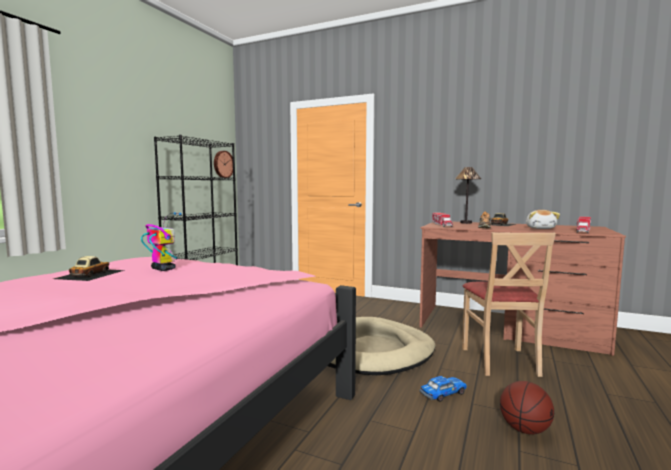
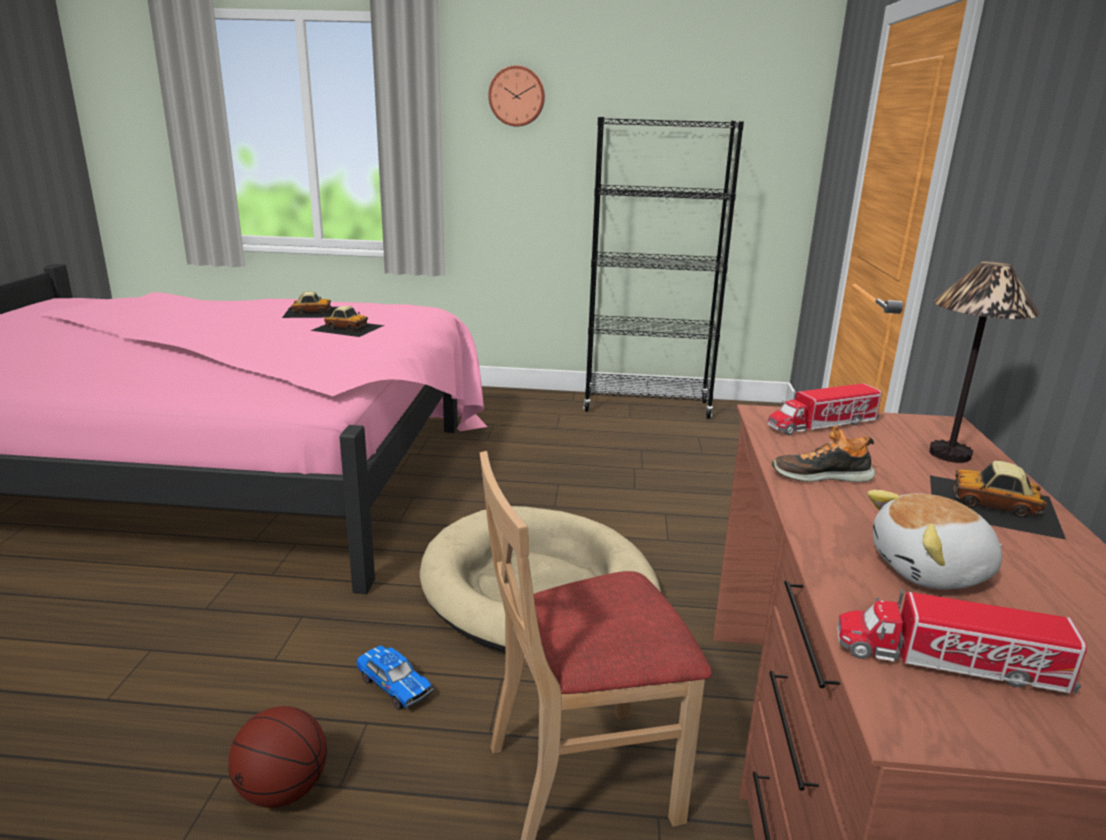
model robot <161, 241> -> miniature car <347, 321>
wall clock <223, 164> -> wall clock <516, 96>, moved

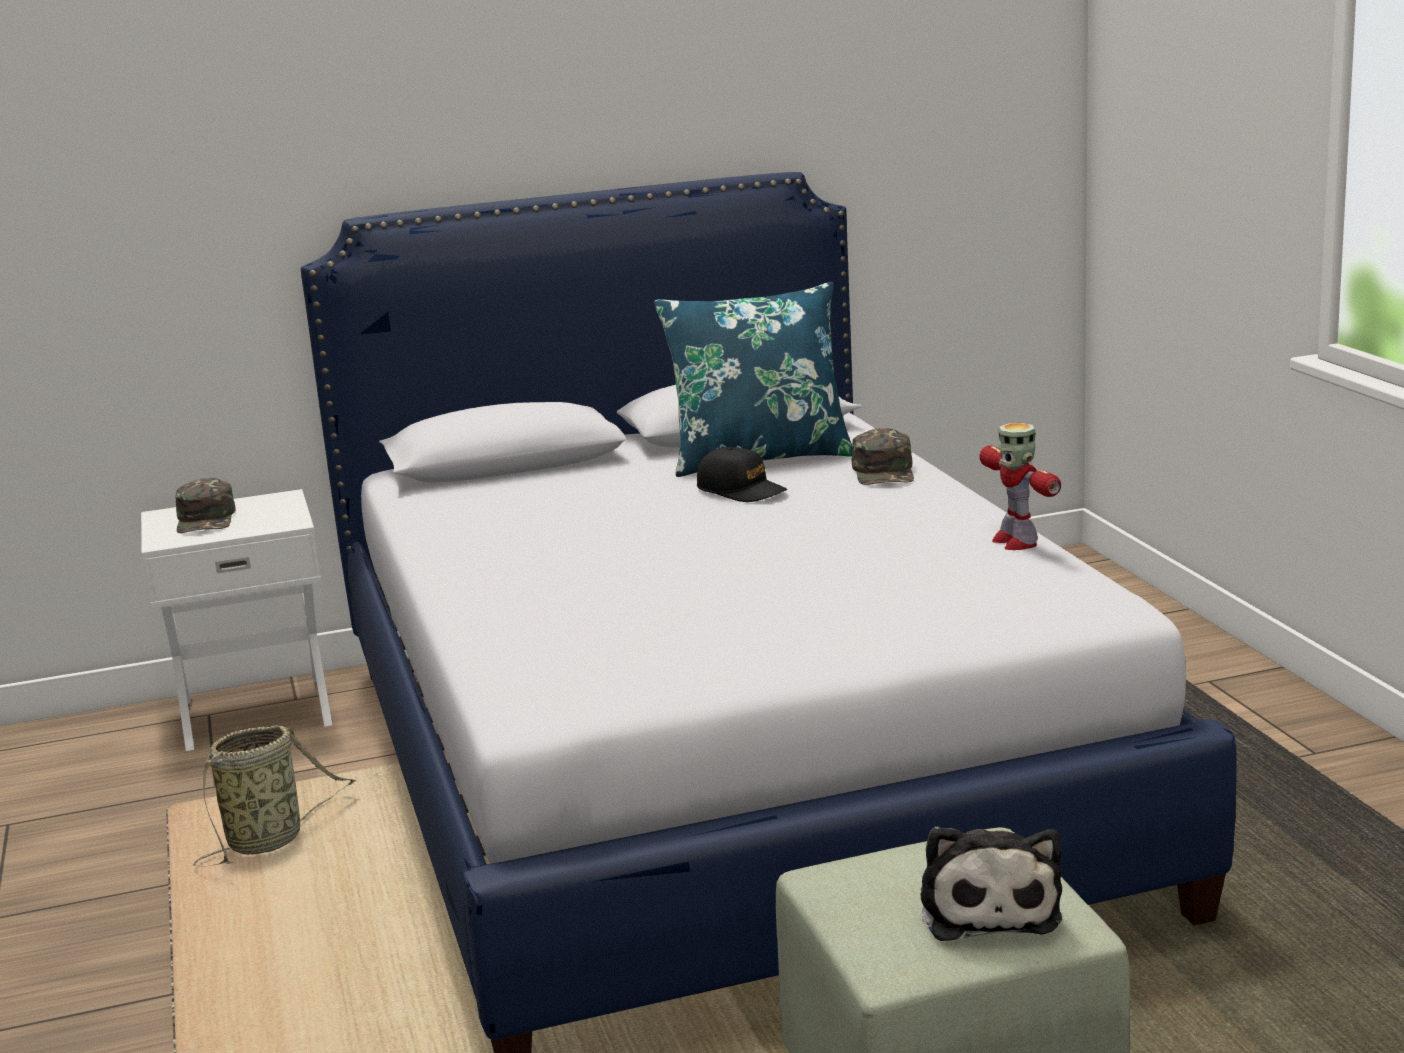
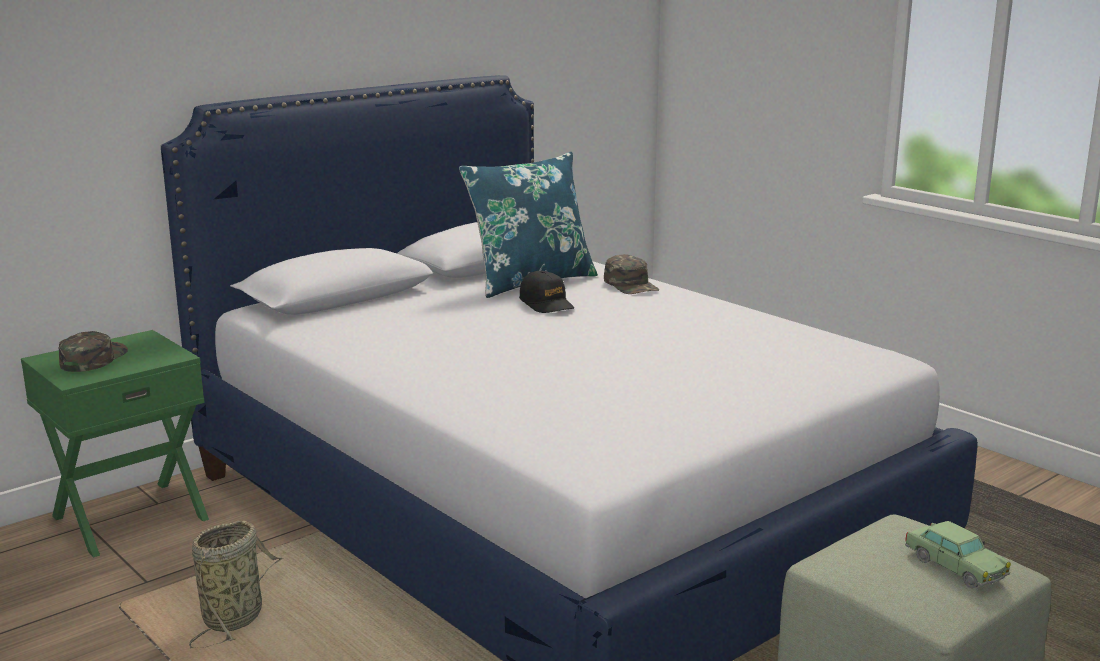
bedside table (white-coloured) <236, 620> -> bedside table (green-coloured) <115, 444>
baseball cap (green-coloured) <205, 505> -> baseball cap (green-coloured) <93, 351>, 135 degrees counterclockwise
baseball cap (black) <742, 474> -> baseball cap (black) <546, 292>, 45 degrees clockwise
soft toy <991, 883> -> miniature car <958, 554>
model robot <1020, 486> -> none

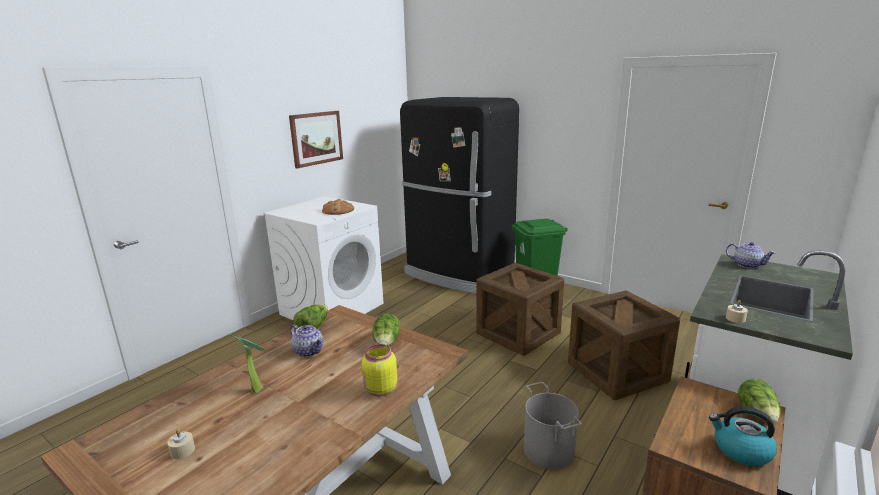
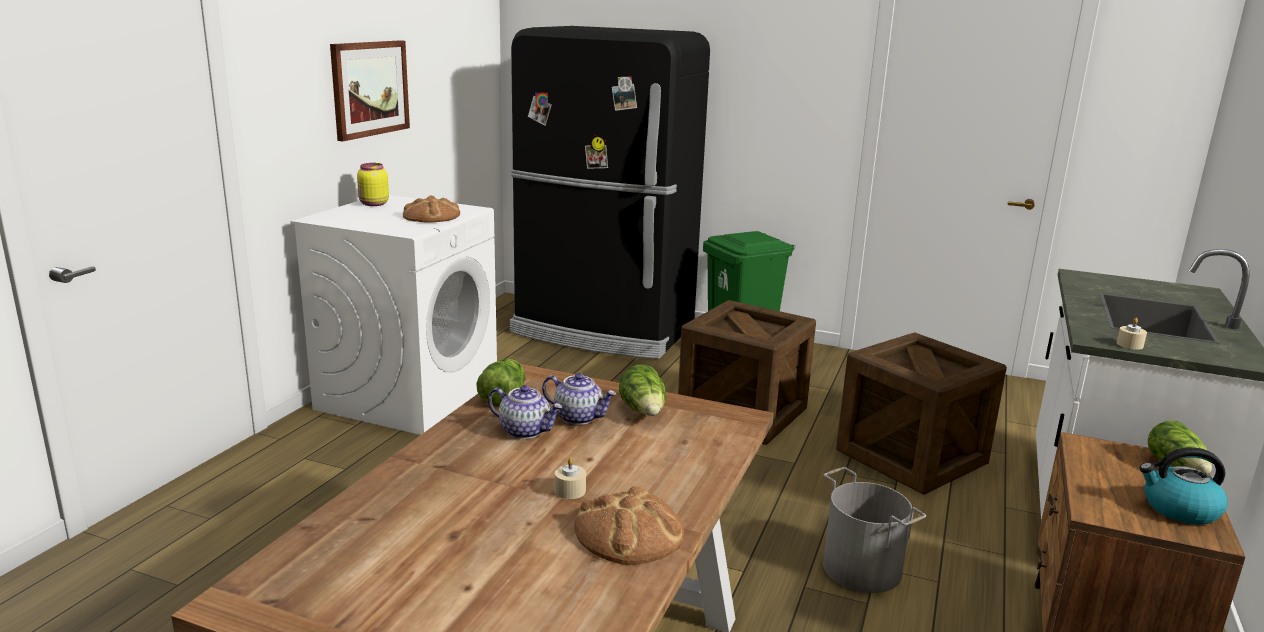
storage jar (yellowish) <379, 370> -> storage jar (yellowish) <373, 184>, moved
pot for tea <751, 255> -> pot for tea <579, 399>, moved
candle (sand-coloured) <181, 444> -> candle (sand-coloured) <570, 478>, moved
none -> bakery bread <629, 525>
plant in a pot <248, 363> -> none

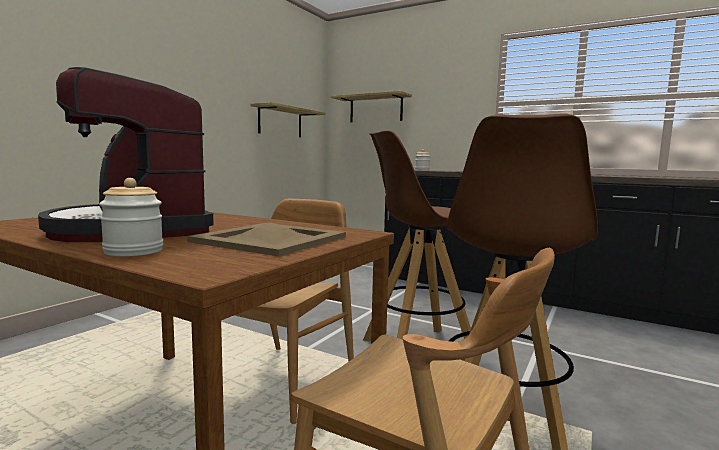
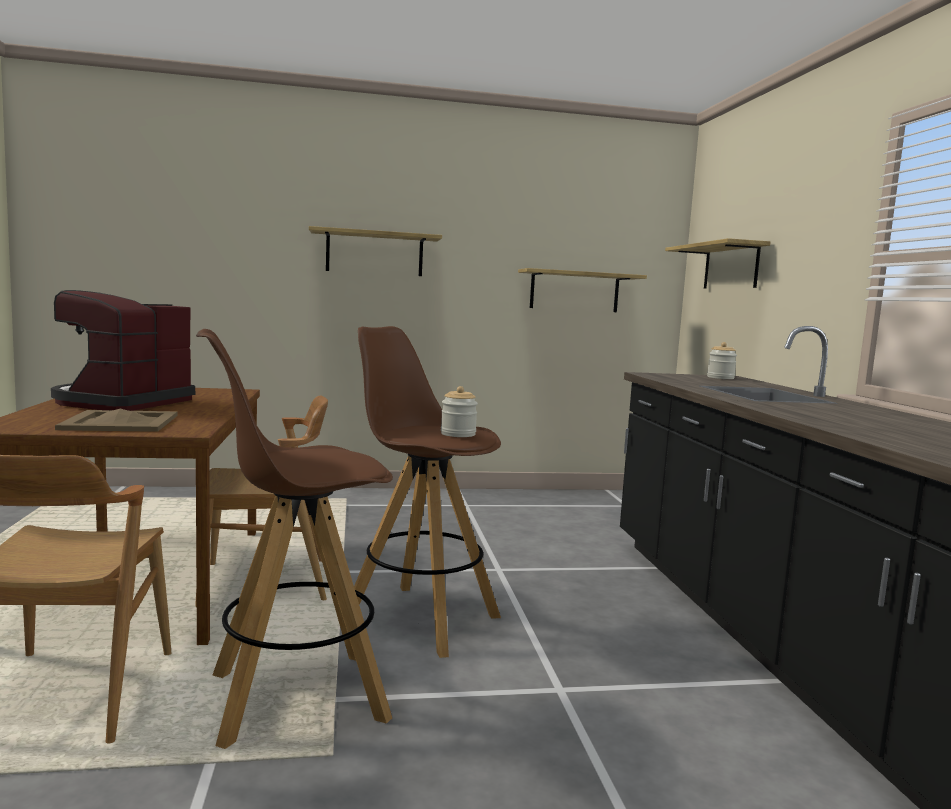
none -> shelf <375, 251>
storage jar <131, 217> -> storage jar <459, 411>, moved

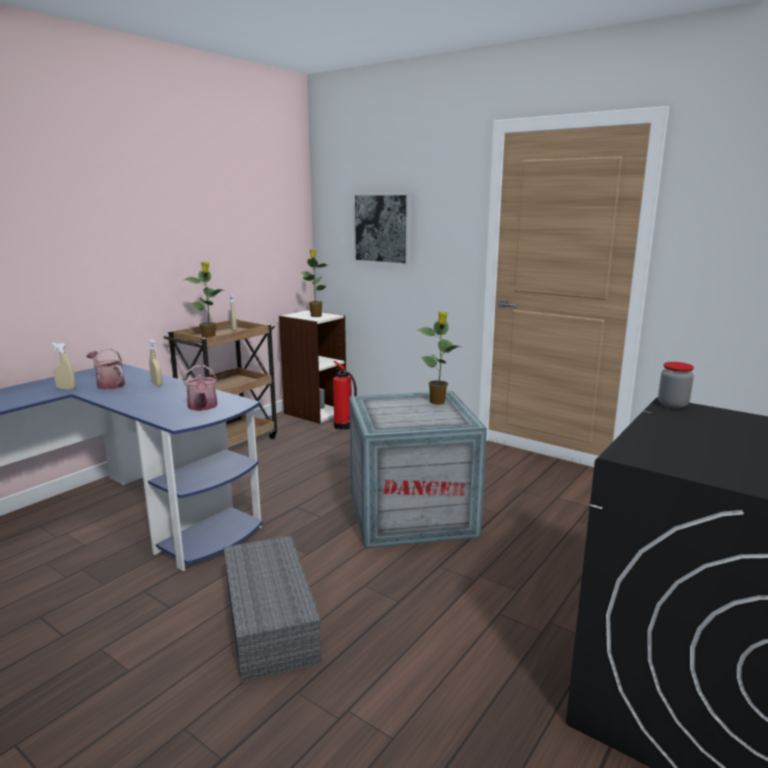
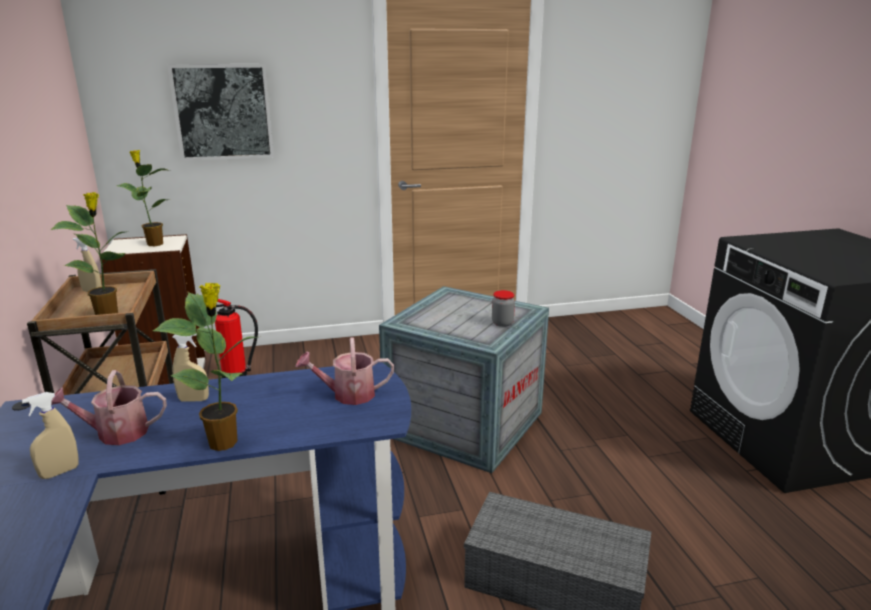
plant in a pot <438, 358> -> plant in a pot <205, 367>, moved
sprinkling can <201, 388> -> sprinkling can <345, 371>, 150 degrees clockwise
storage jar <676, 385> -> storage jar <503, 308>, moved

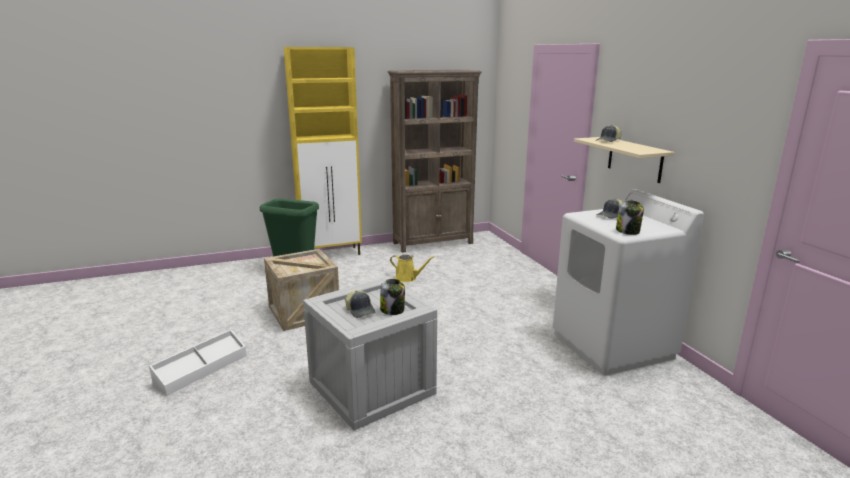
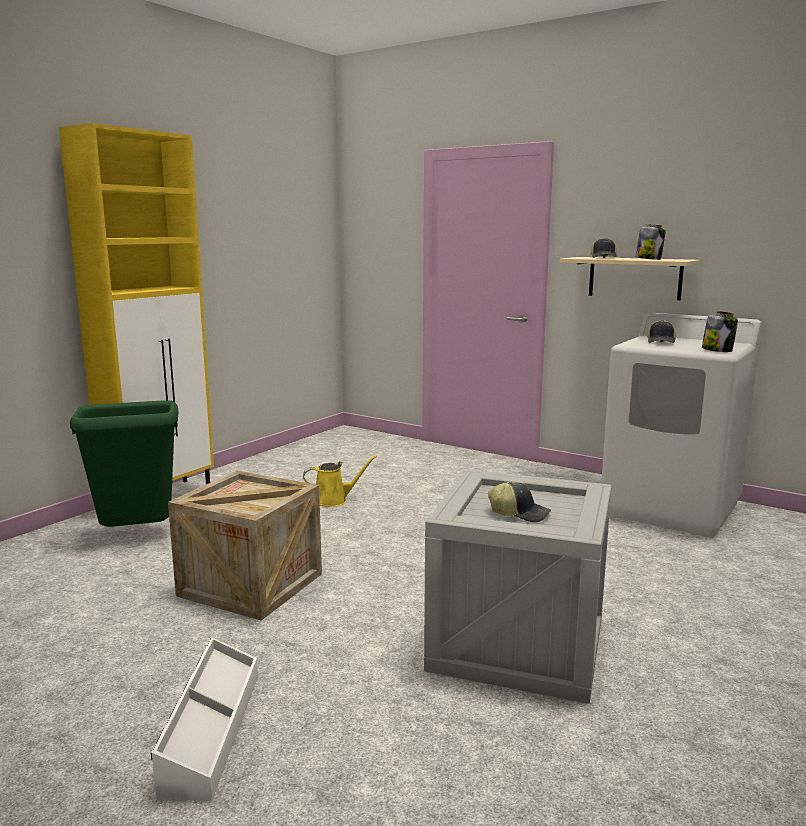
storage jar <392, 297> -> storage jar <650, 242>, moved
shelving unit (brown-coloured) <435, 161> -> none

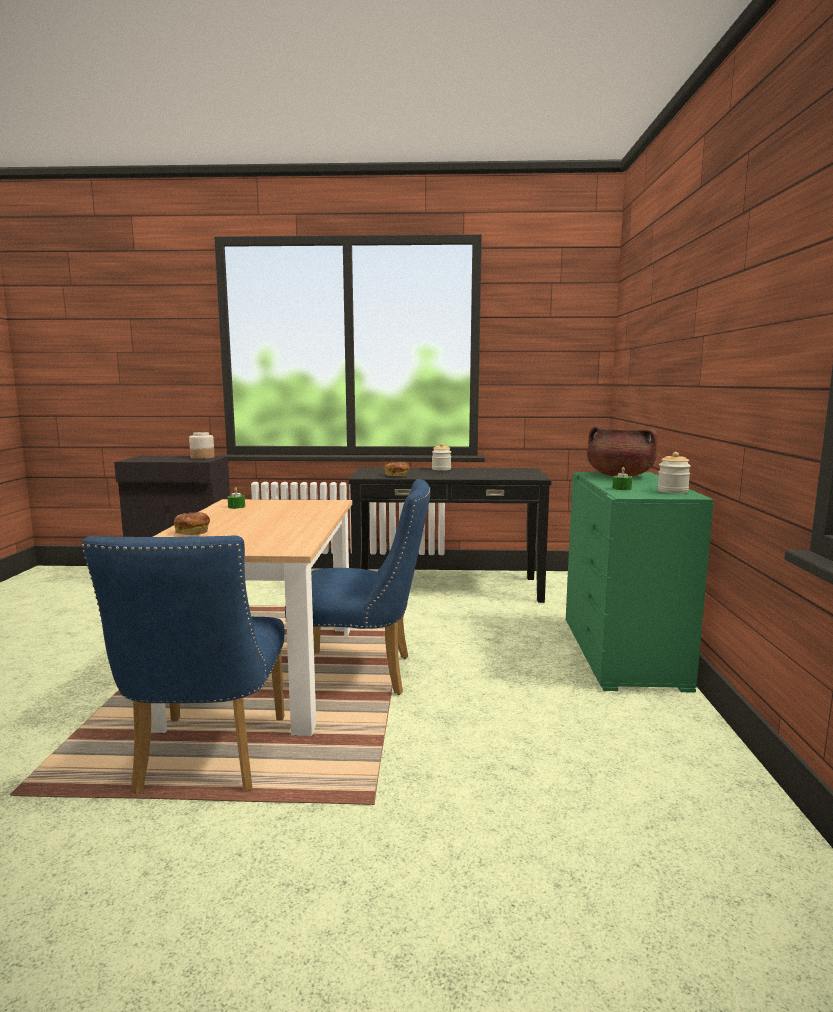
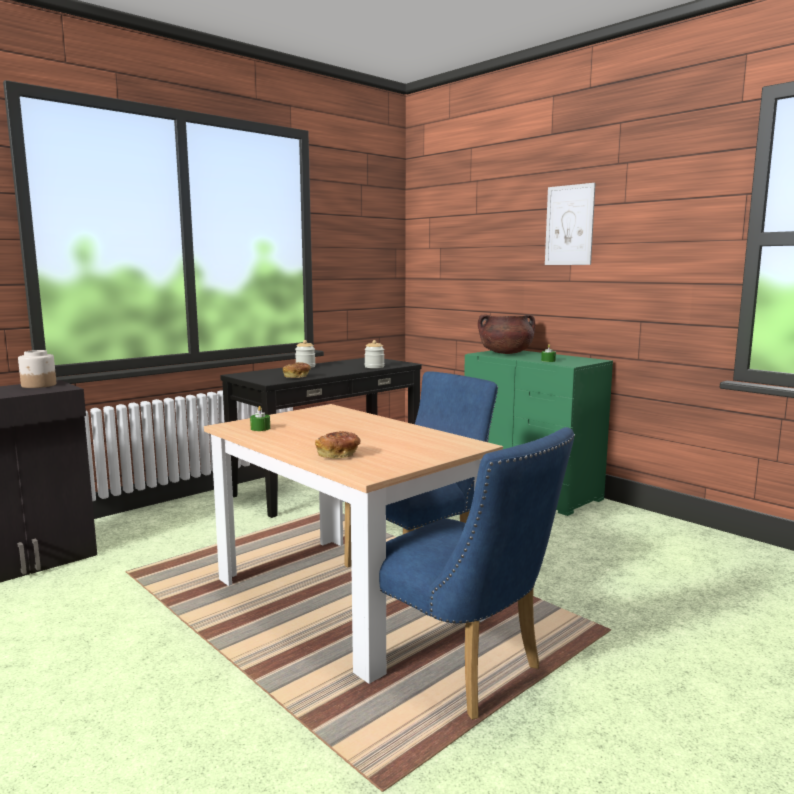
storage jar <674, 473> -> storage jar <374, 354>, moved
none -> picture <570, 224>

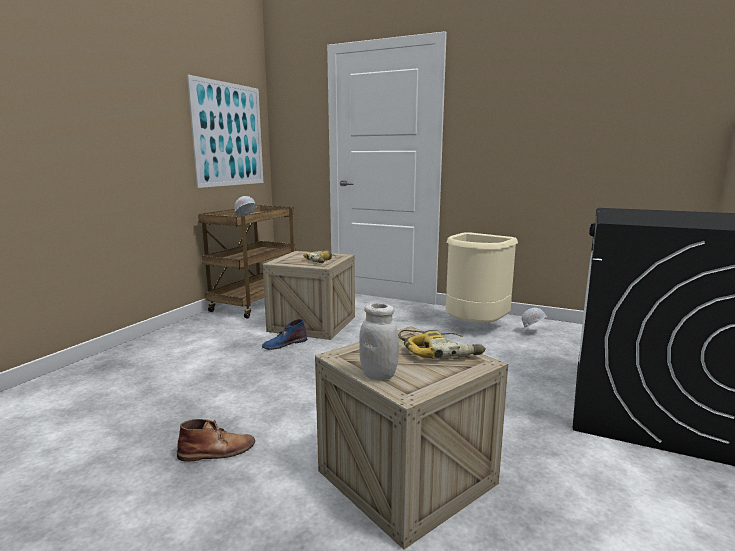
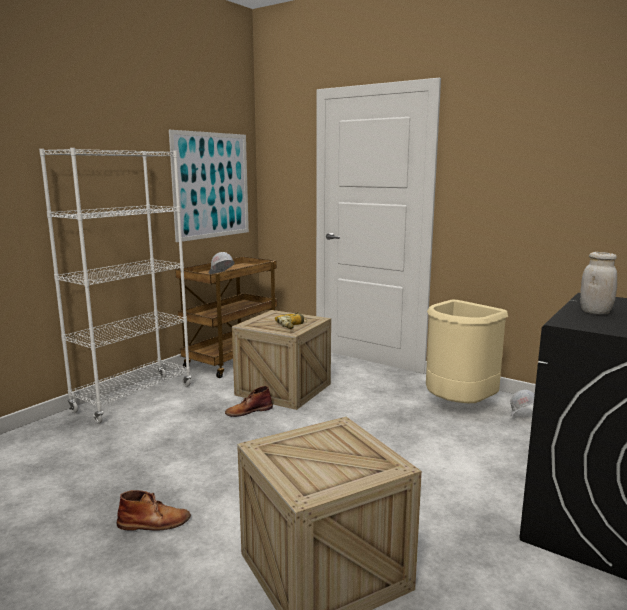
none -> shelving unit (white-coloured) <115, 286>
high-top boot (blue) <284, 334> -> high-top boot (brown-coloured) <249, 401>
storage jar (white-coloured) <379, 341> -> storage jar (white-coloured) <598, 283>, moved
drill <442, 344> -> none

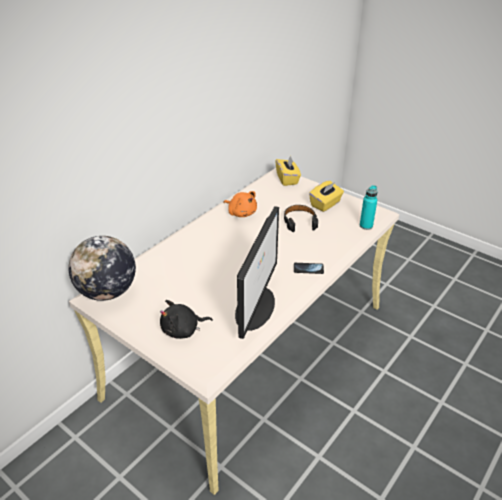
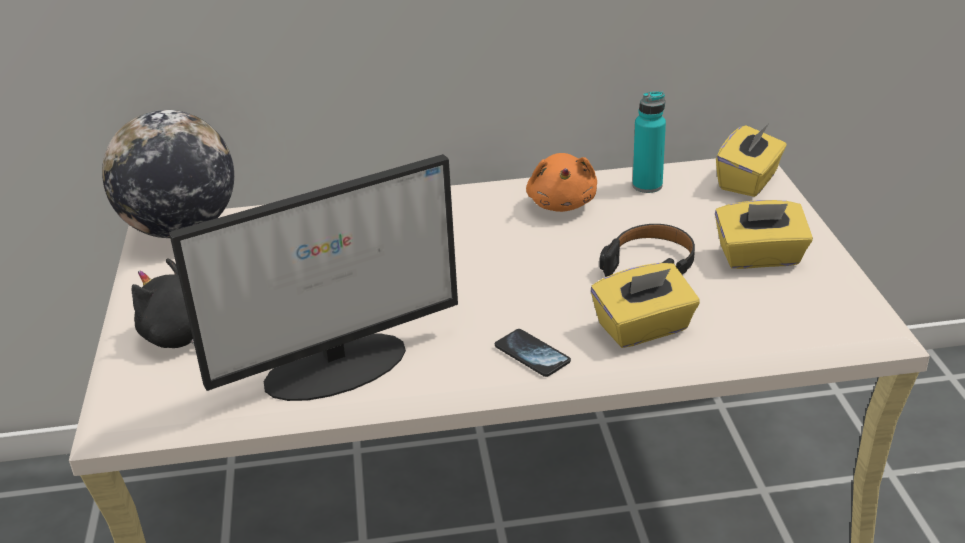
none -> tissue box (yellowish) <645, 305>
drink bottle (turquoise) <369, 207> -> drink bottle (turquoise) <649, 142>, moved

